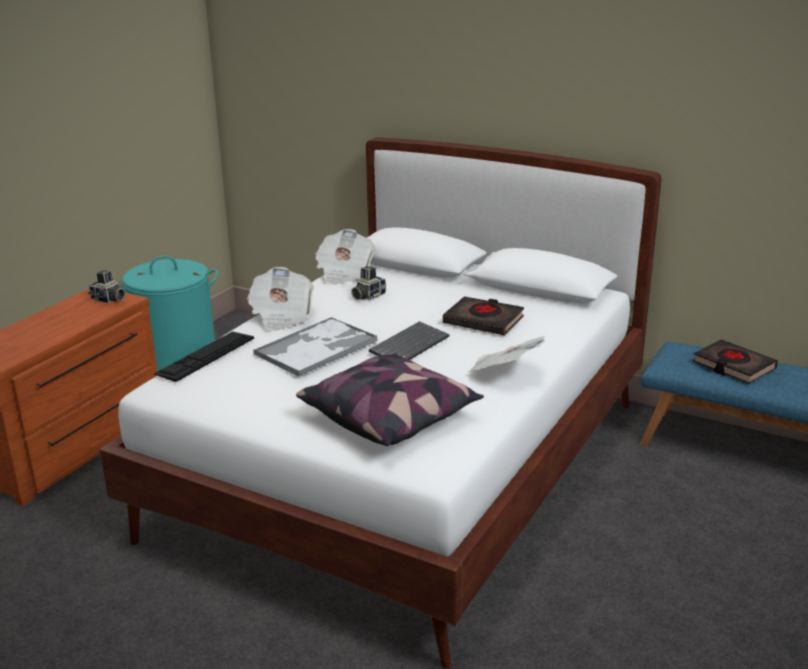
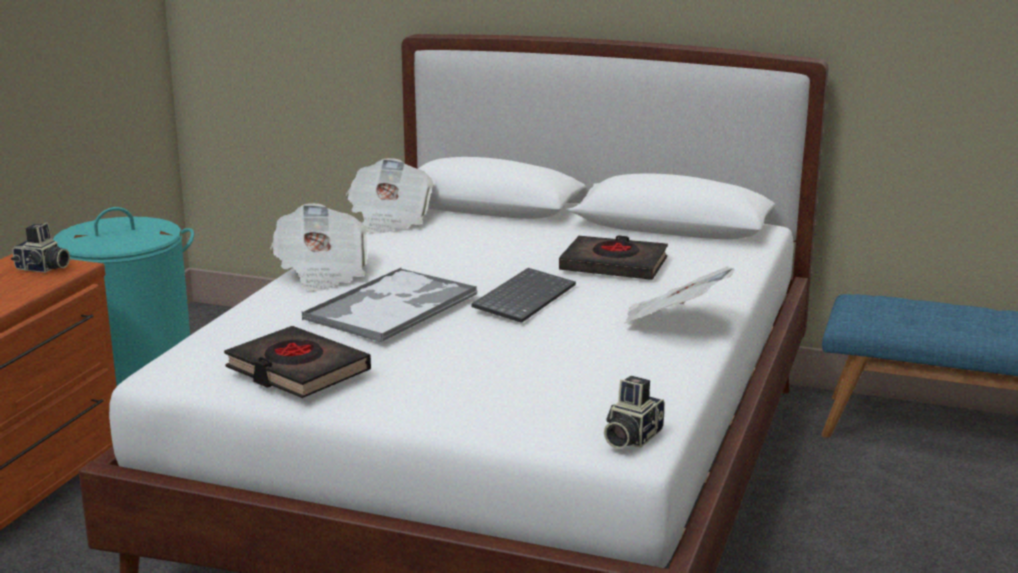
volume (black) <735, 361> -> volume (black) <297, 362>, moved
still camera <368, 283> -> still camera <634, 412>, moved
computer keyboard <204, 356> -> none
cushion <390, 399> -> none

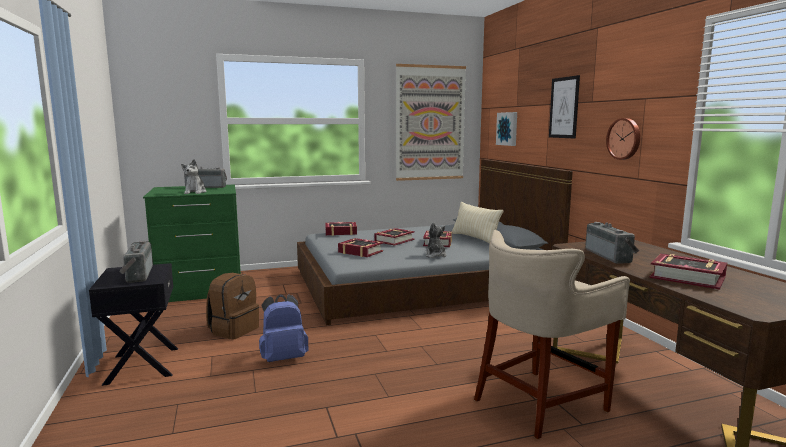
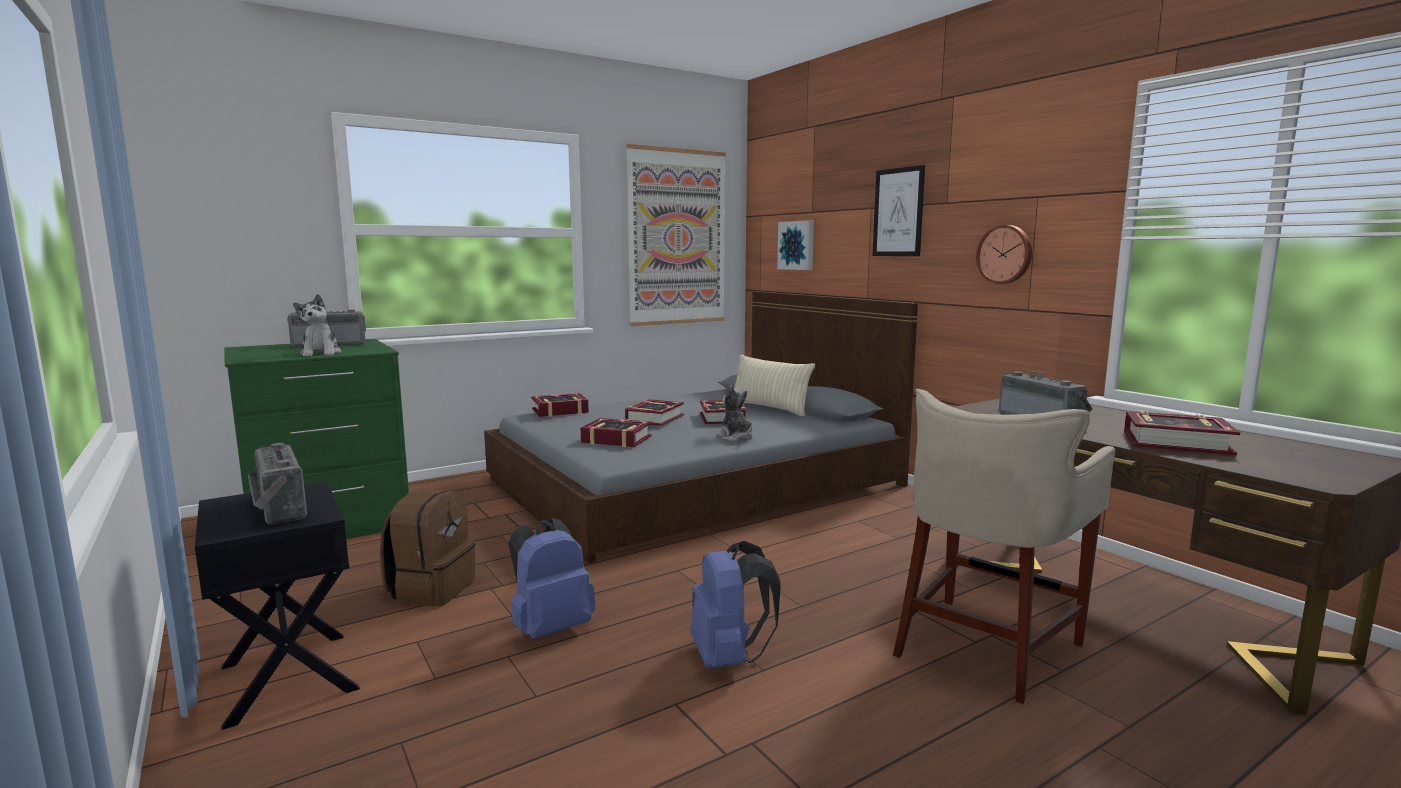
none -> knapsack (blue) <735, 604>

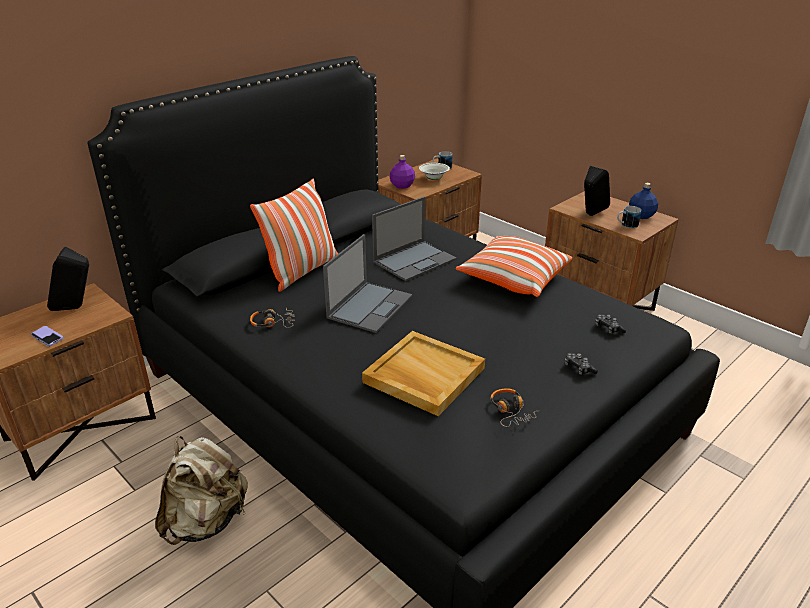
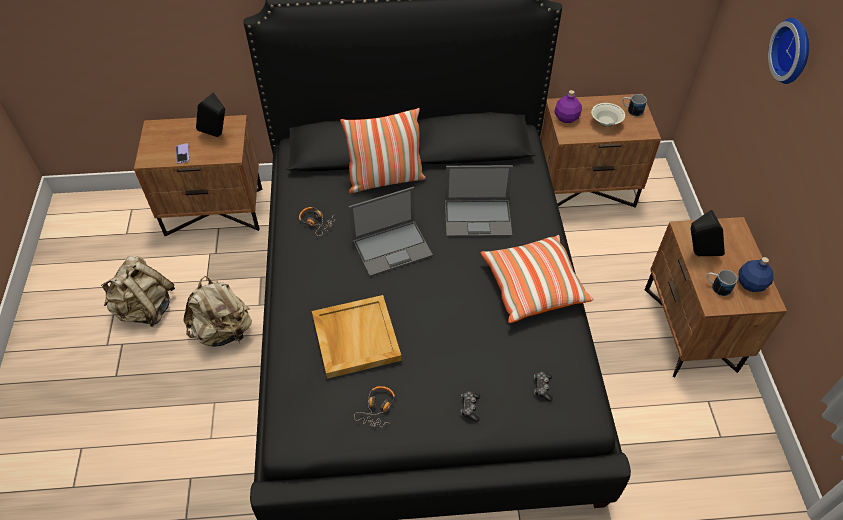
none -> knapsack (sand-coloured) <138, 291>
none -> wall clock <788, 51>

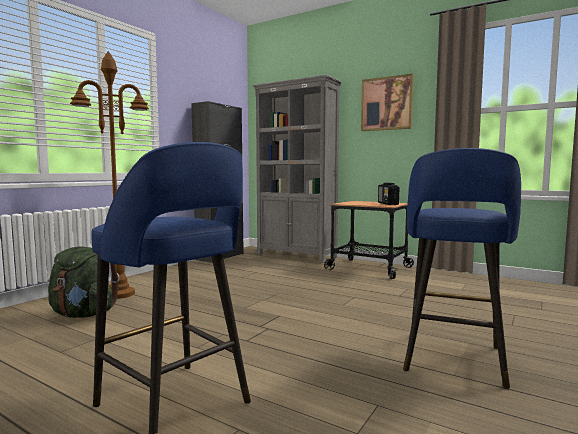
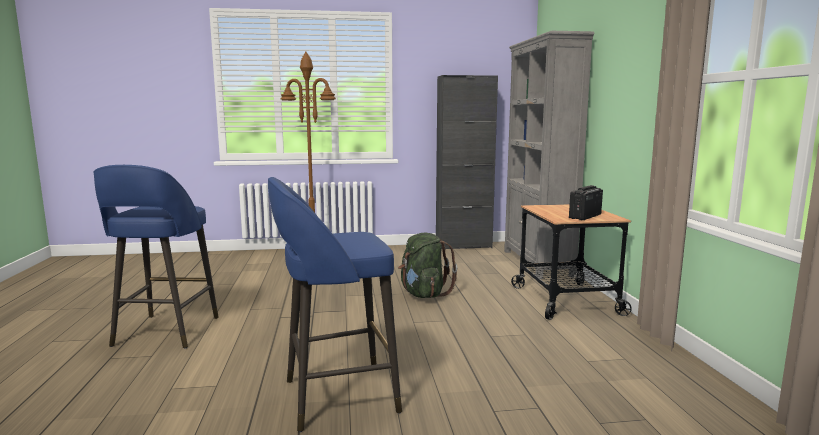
knapsack (green-coloured) <83, 282> -> knapsack (green-coloured) <427, 265>, moved
picture <387, 102> -> none

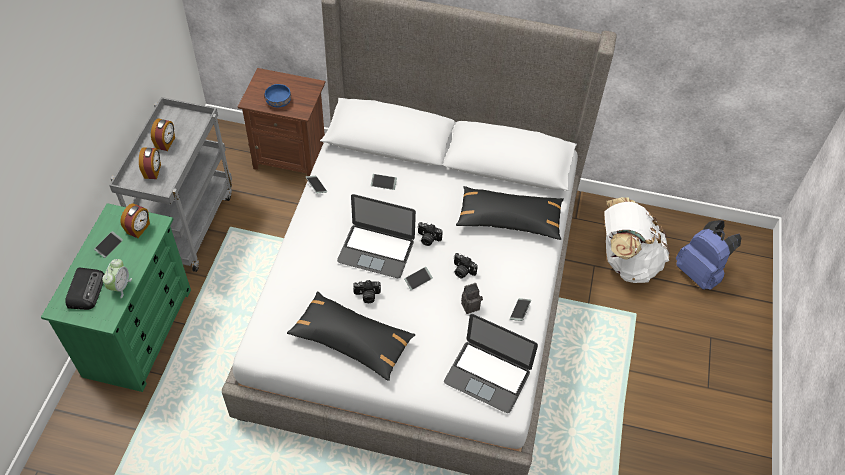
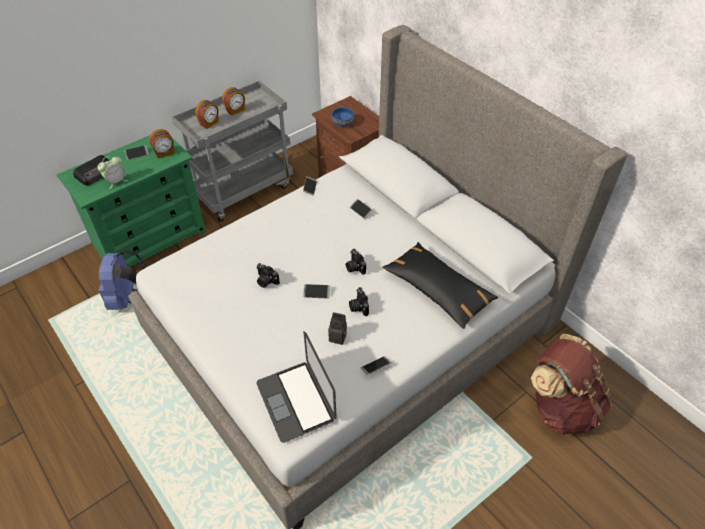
knapsack (blue) <708, 255> -> knapsack (blue) <122, 280>, moved
knapsack (white-coloured) <637, 240> -> knapsack (brown-coloured) <572, 384>
cushion (black) <351, 336> -> none
laptop <376, 236> -> none

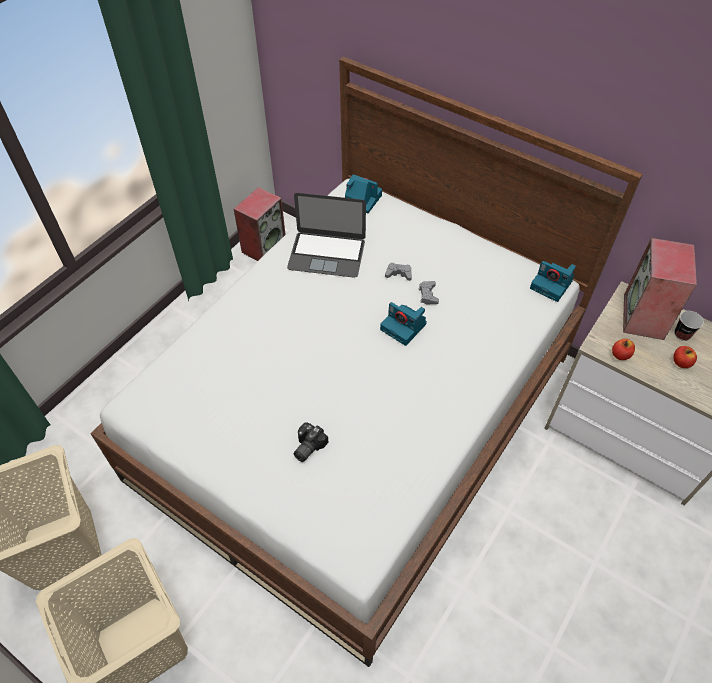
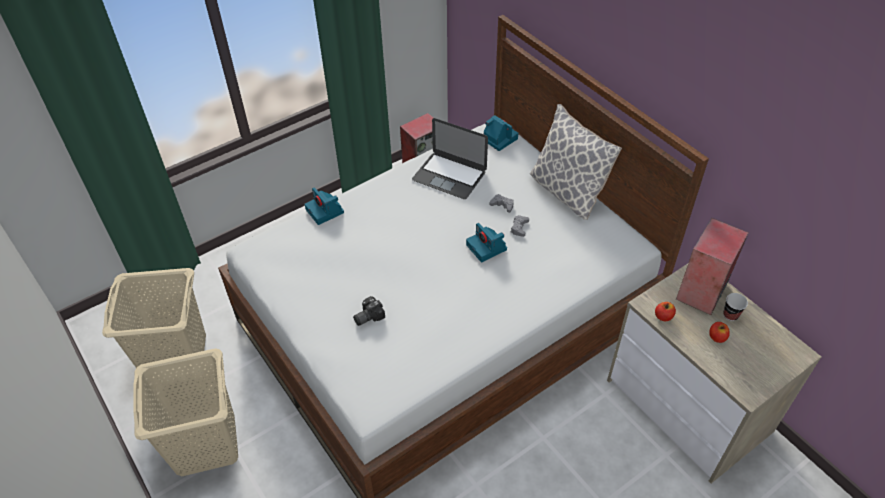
still camera <553, 281> -> still camera <324, 206>, moved
none -> cushion <576, 162>

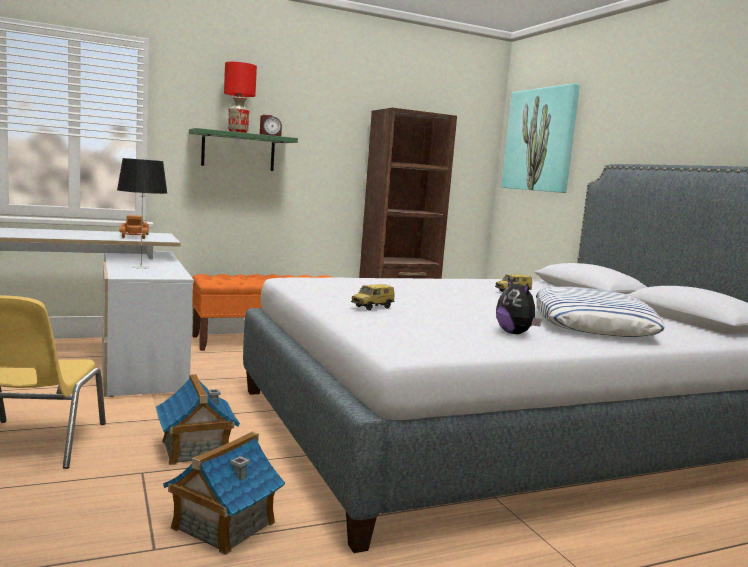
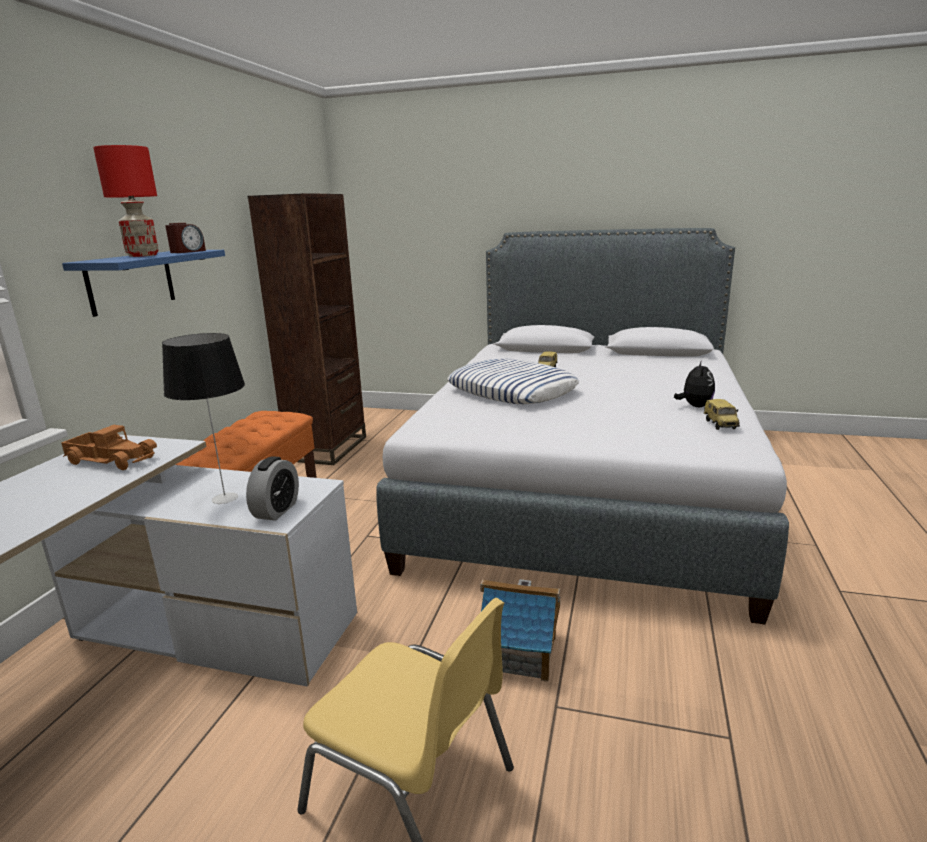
shelf (green-coloured) <243, 149> -> shelf (blue) <143, 283>
none -> table clock <272, 488>
cushion <600, 312> -> cushion <513, 381>, moved
soft toy <518, 305> -> soft toy <694, 383>, 90 degrees counterclockwise
miniature car <373, 297> -> miniature car <722, 414>, moved
model house <224, 493> -> none
picture <540, 138> -> none

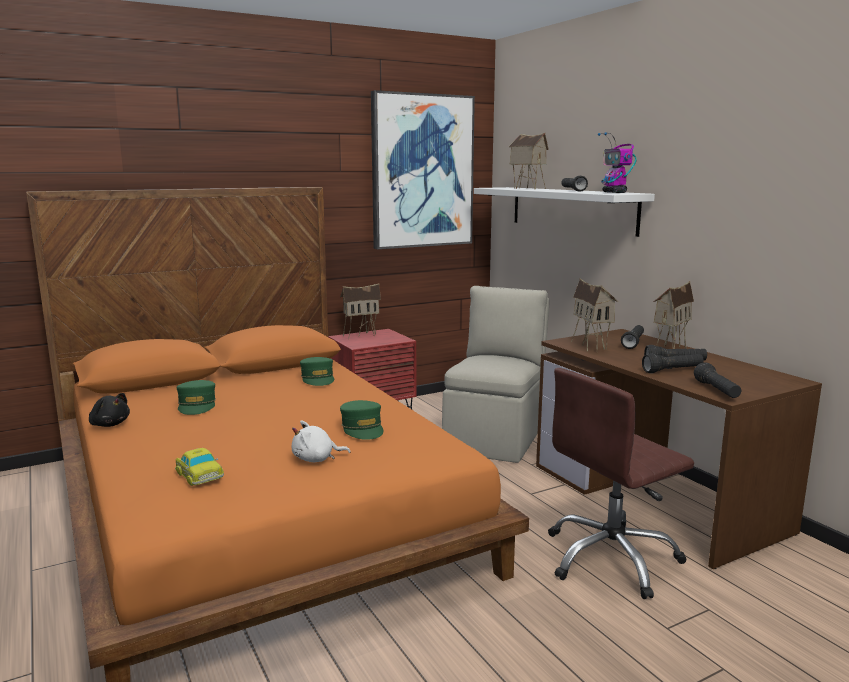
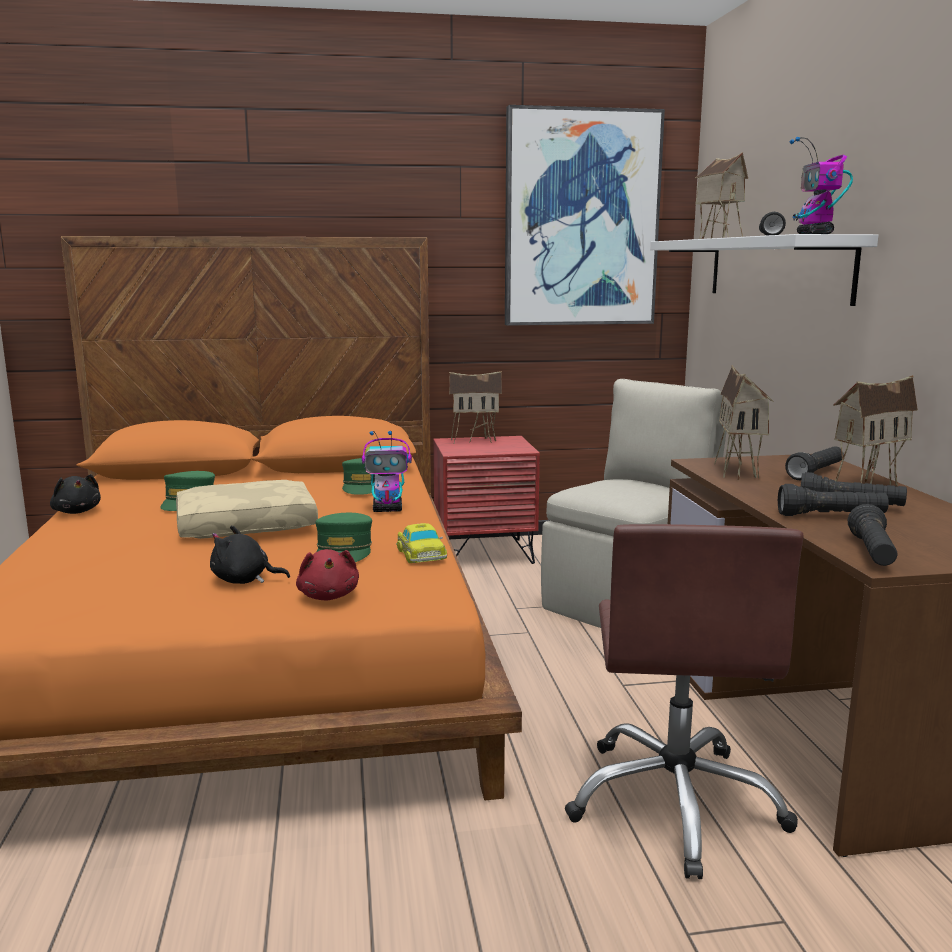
none -> cushion (sand-coloured) <247, 509>
soft toy (white-coloured) <321, 441> -> soft toy (black) <250, 555>
none -> soft toy (red-coloured) <327, 574>
none -> model robot <387, 471>
miniature car <199, 467> -> miniature car <421, 543>, moved
desk chair (brown-coloured) <621, 483> -> desk chair (brown-coloured) <684, 701>, 75 degrees counterclockwise

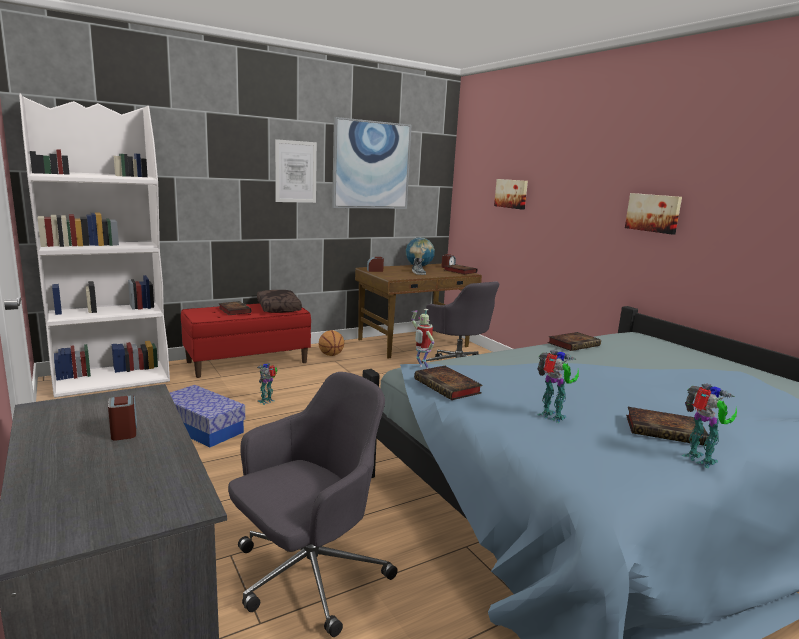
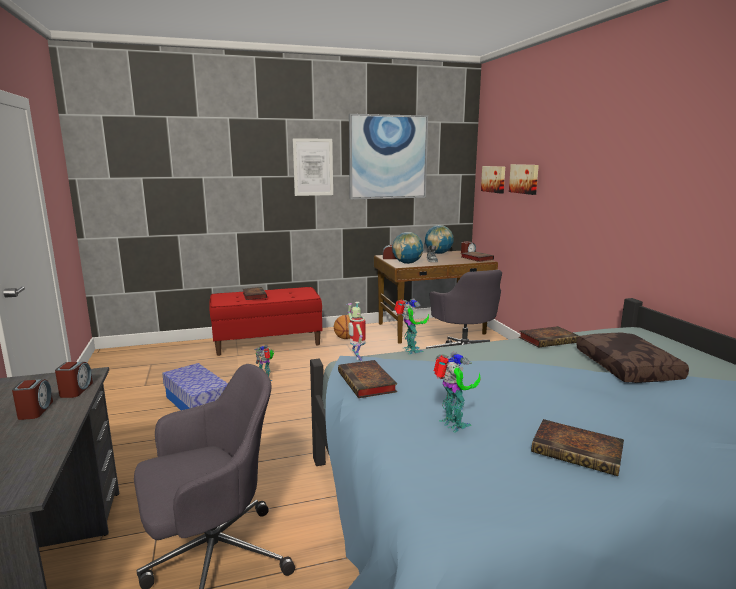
none -> table clock <74, 380>
none -> desk globe <408, 248>
model robot <709, 426> -> model robot <411, 326>, moved
picture <653, 214> -> picture <493, 180>, moved
cushion (brown-coloured) <279, 301> -> cushion (brown-coloured) <632, 358>, moved
shelving unit (white-coloured) <94, 246> -> none

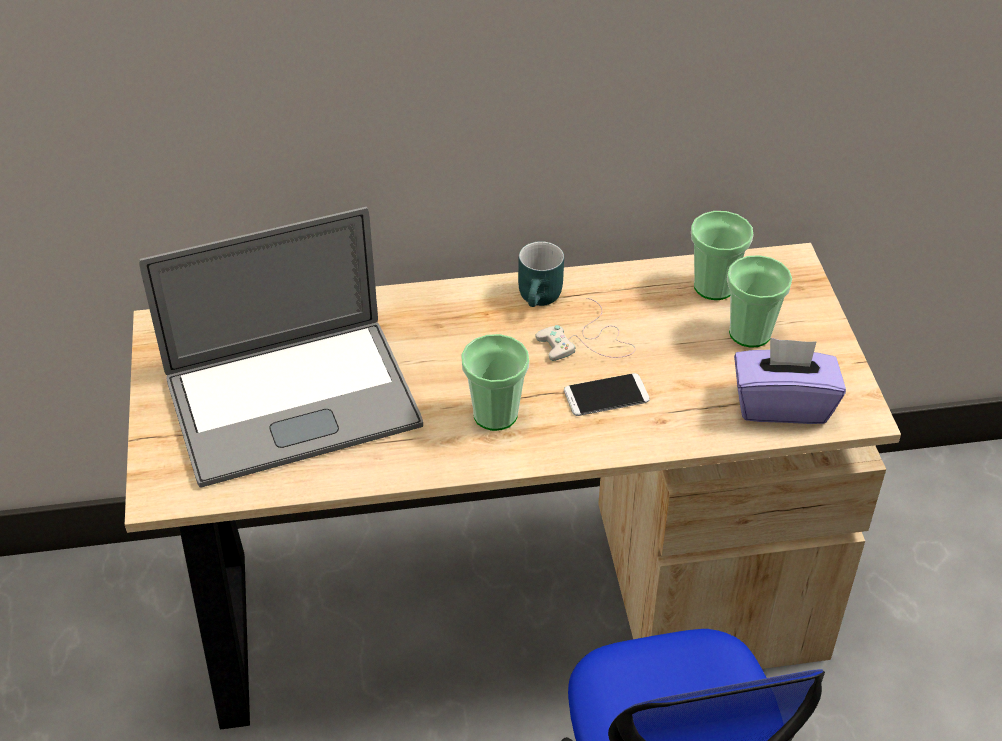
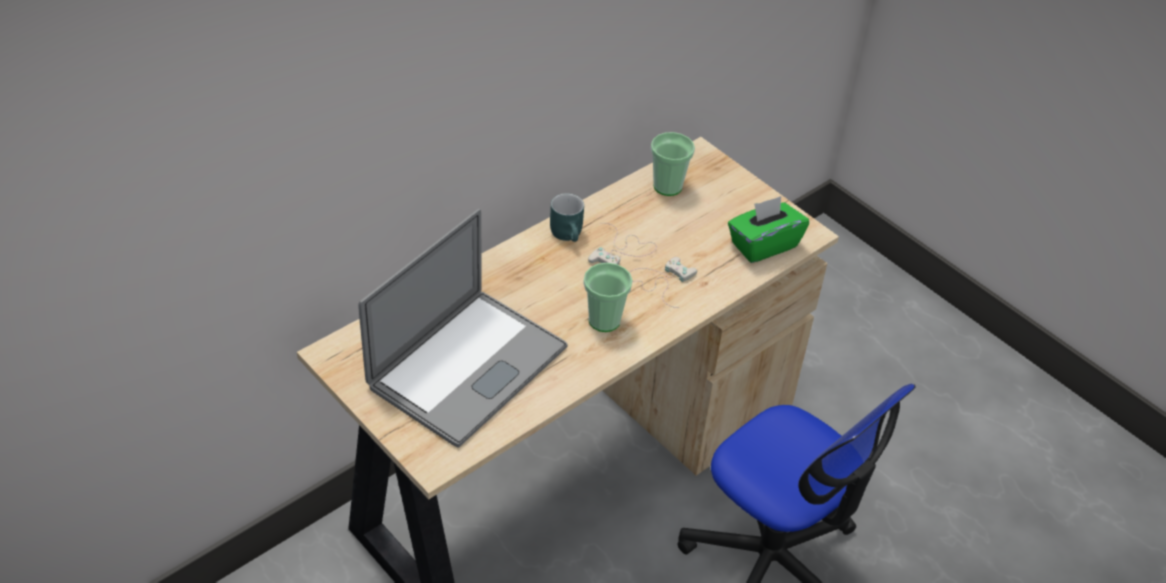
handset <607, 394> -> gamepad (white-coloured) <663, 282>
tissue box (purple) <790, 381> -> tissue box (green-coloured) <768, 229>
drinking cup <759, 301> -> none

